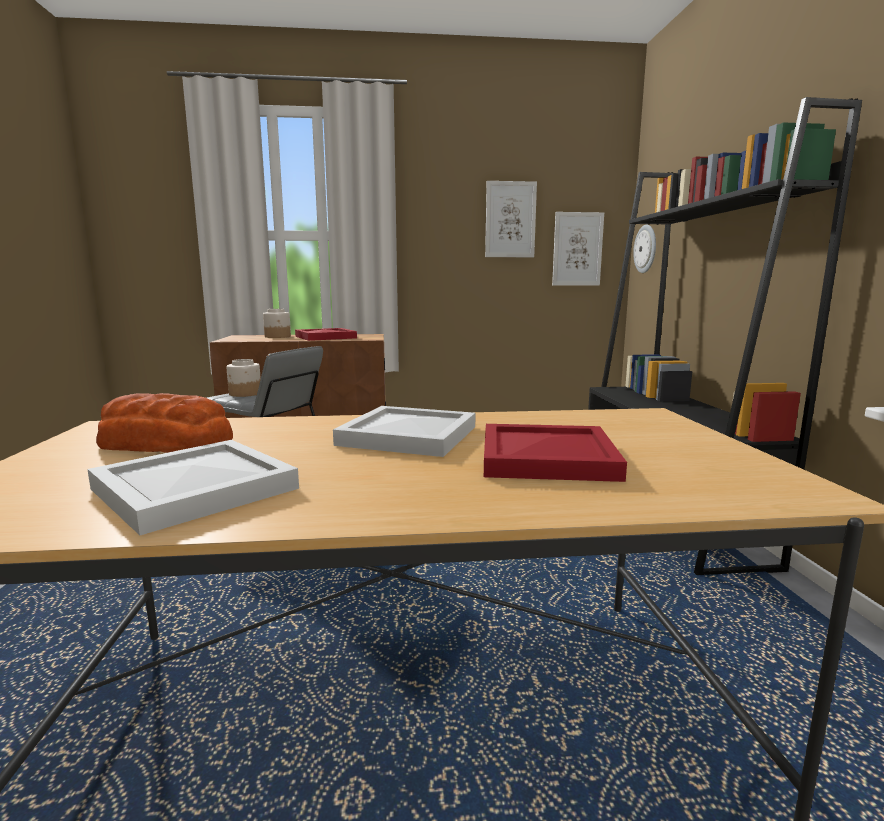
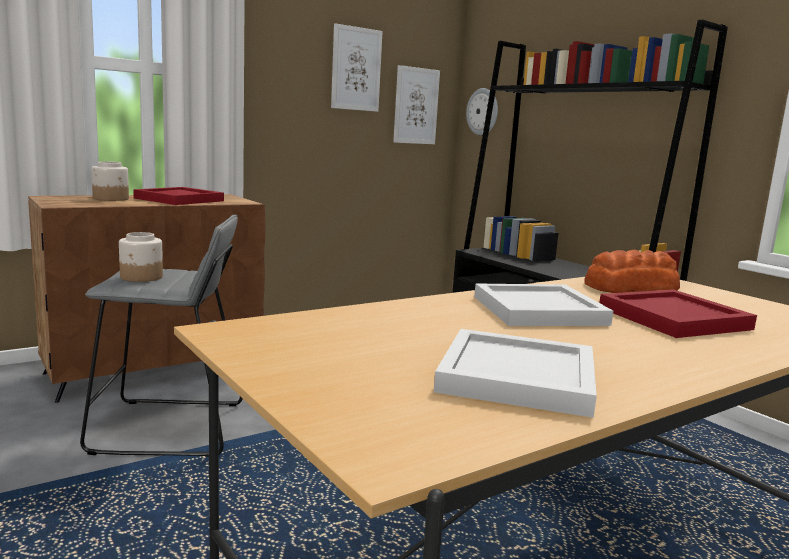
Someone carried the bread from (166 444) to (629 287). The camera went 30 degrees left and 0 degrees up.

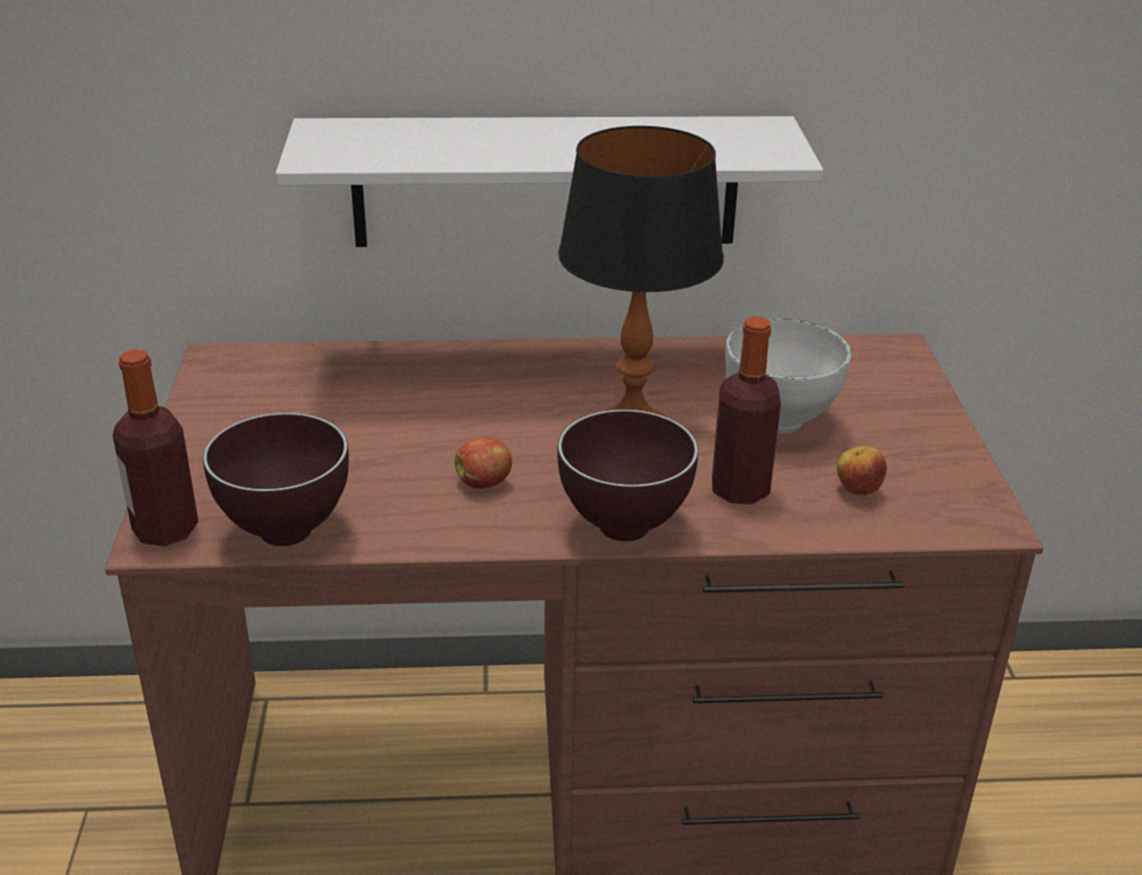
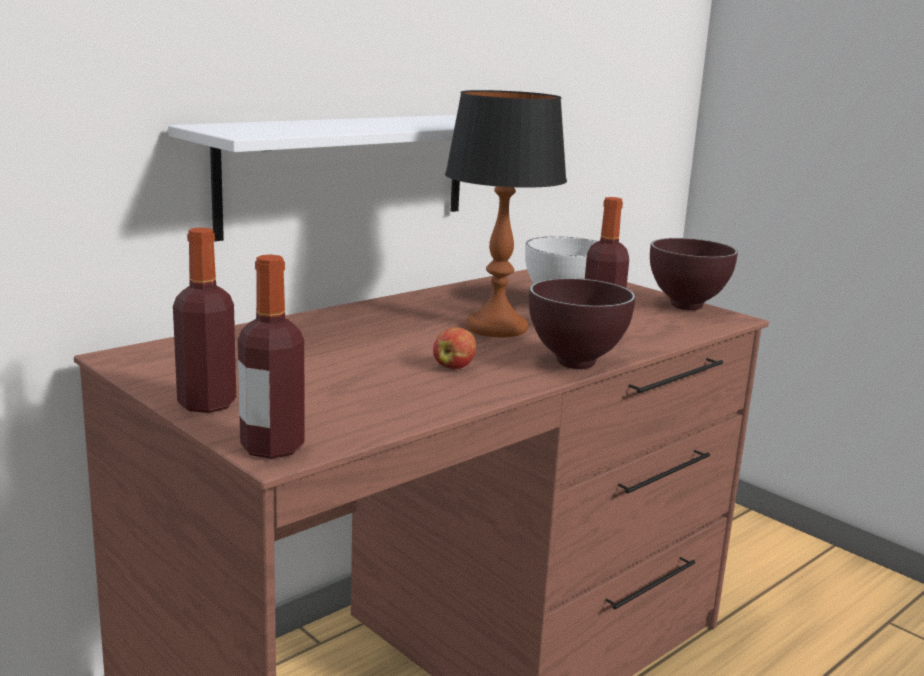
Someone carried the brown bowl from (284 535) to (687 307). Someone took away the apple at (857 491). Someone put down the bottle at (207 404). The camera went 40 degrees left and 15 degrees down.

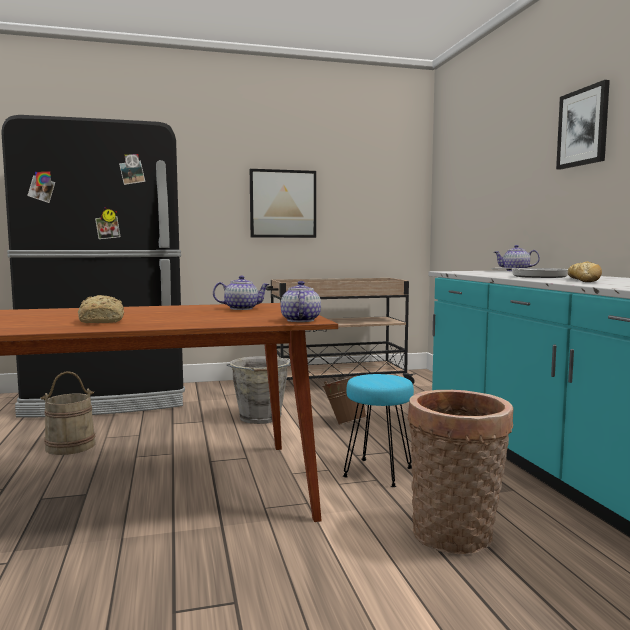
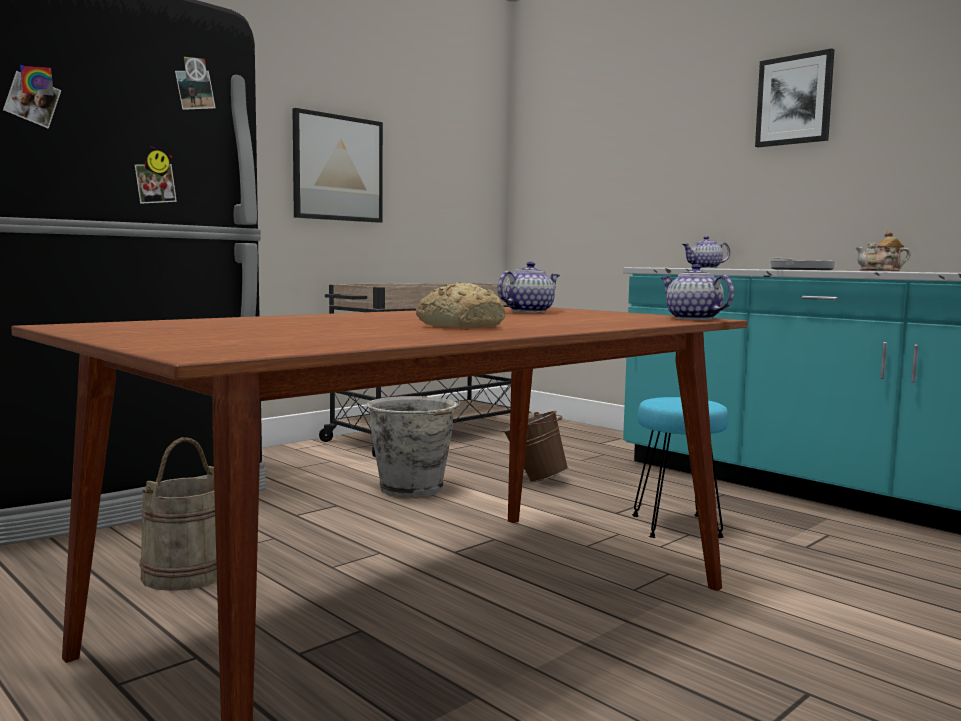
Someone swapped the bread at (583 280) for the teapot at (881 271). Someone took away the basket at (456 537). The camera went 30 degrees left and 0 degrees up.

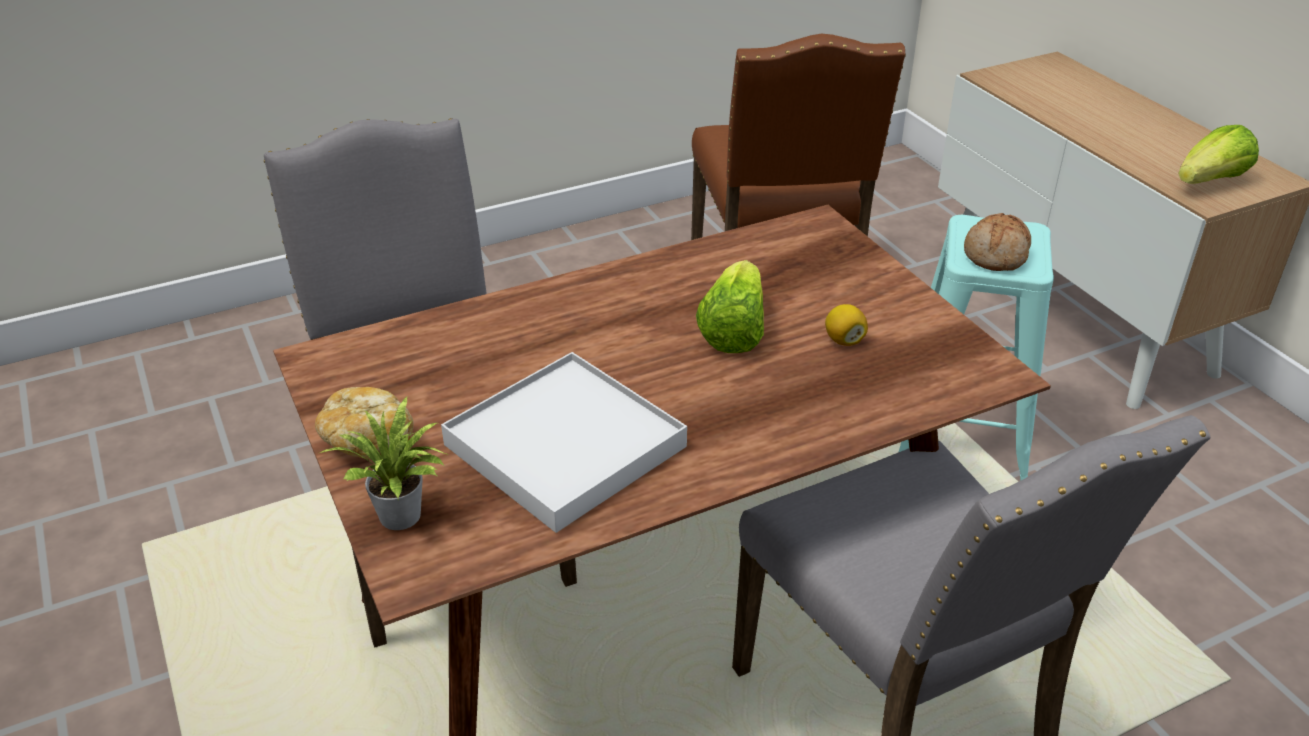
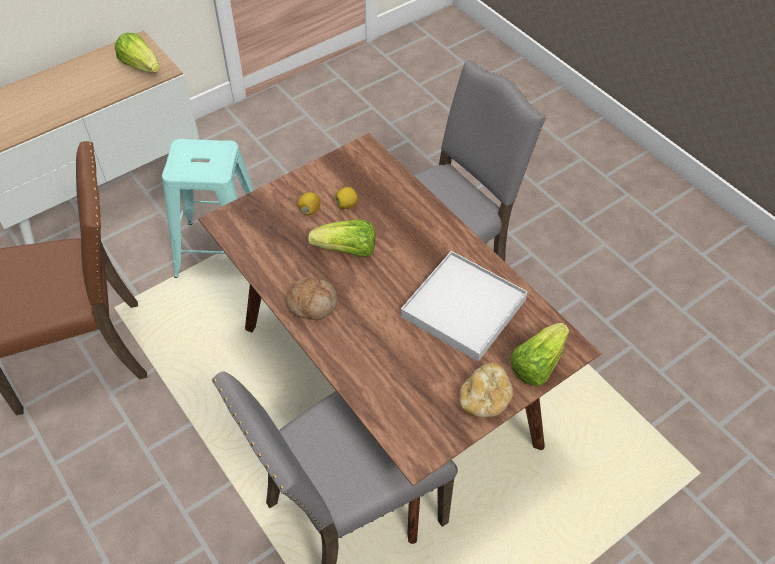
Someone carried the bread from (997 255) to (312 303). Someone swapped the potted plant at (403 519) for the lettuce at (537 364). Someone put down the lemon at (309 210). The camera went 100 degrees left and 15 degrees up.

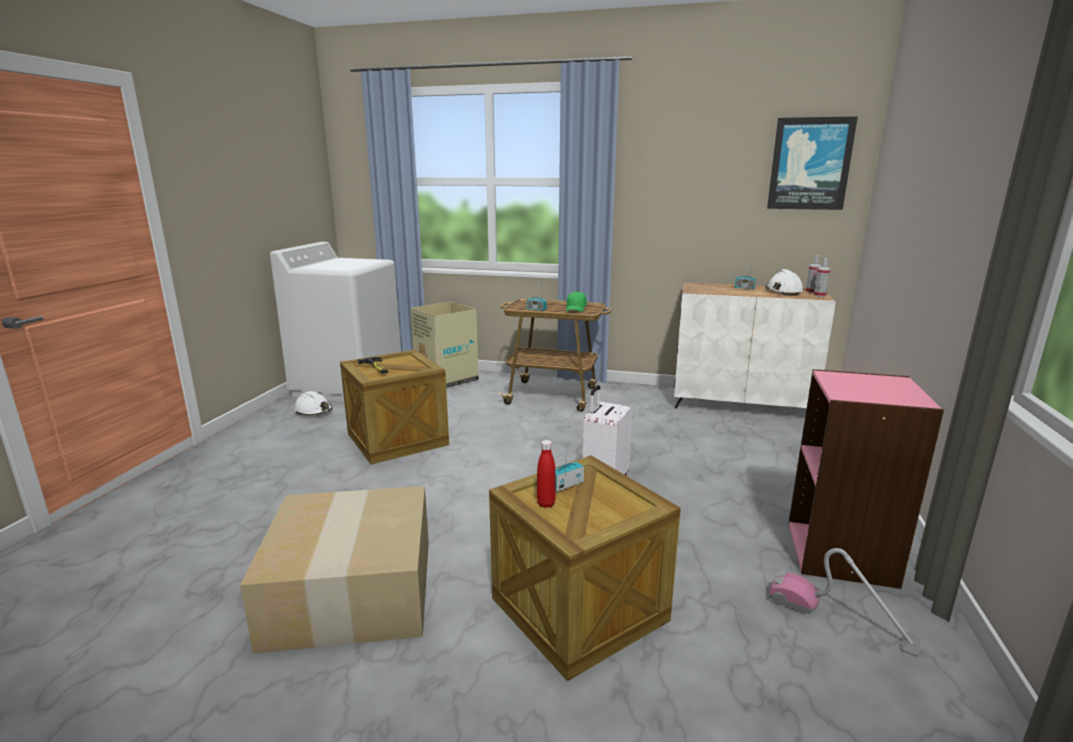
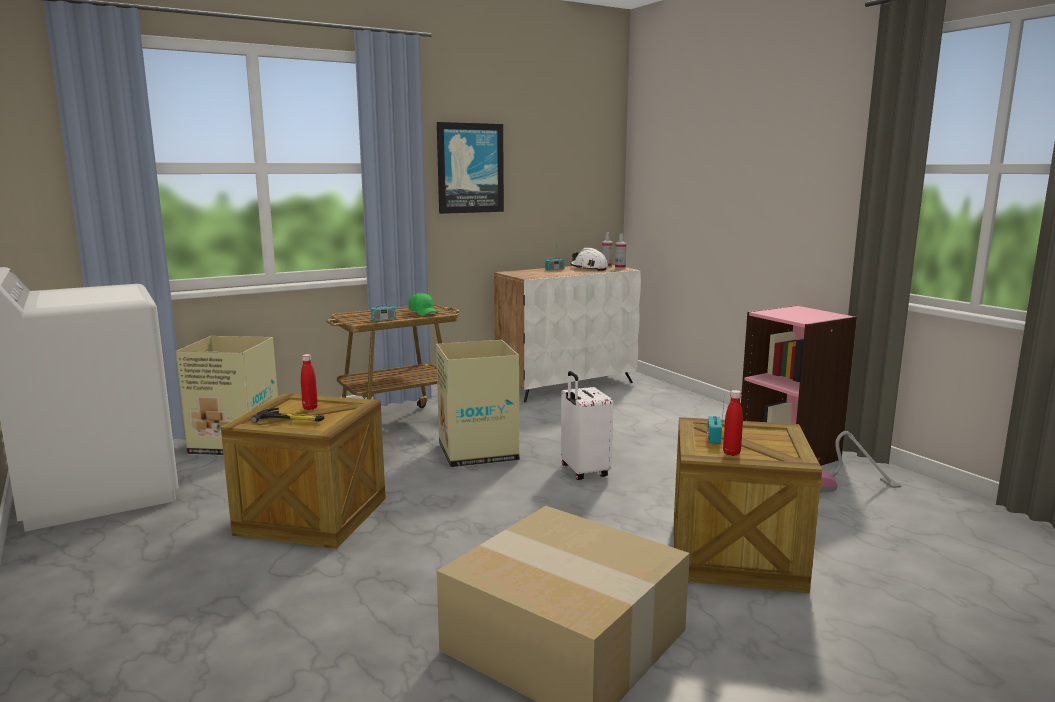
Someone carried the picture from (810 164) to (470 168). Someone took away the white hard hat at (314 411). Someone put down the cardboard box at (478 452). Someone put down the red bottle at (310 408). The camera went 45 degrees left and 5 degrees down.

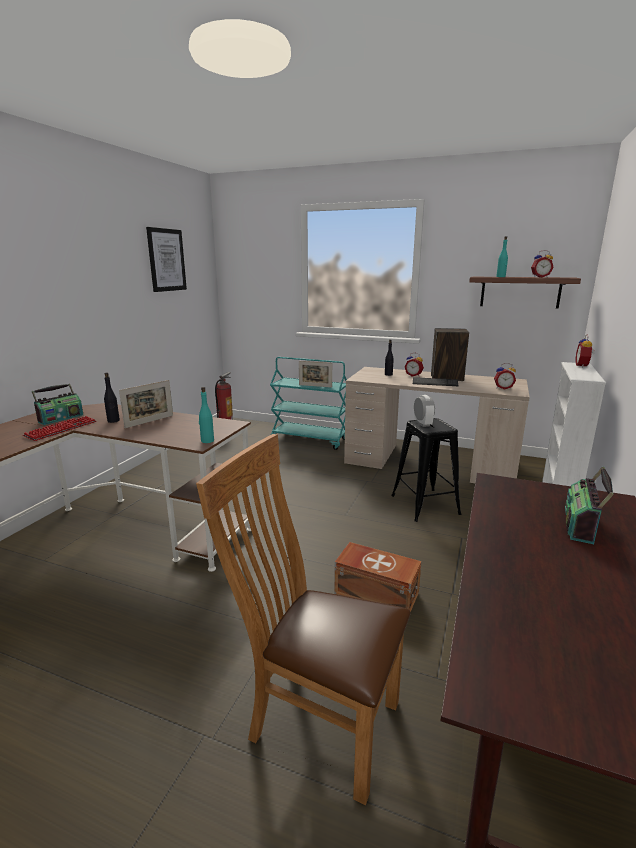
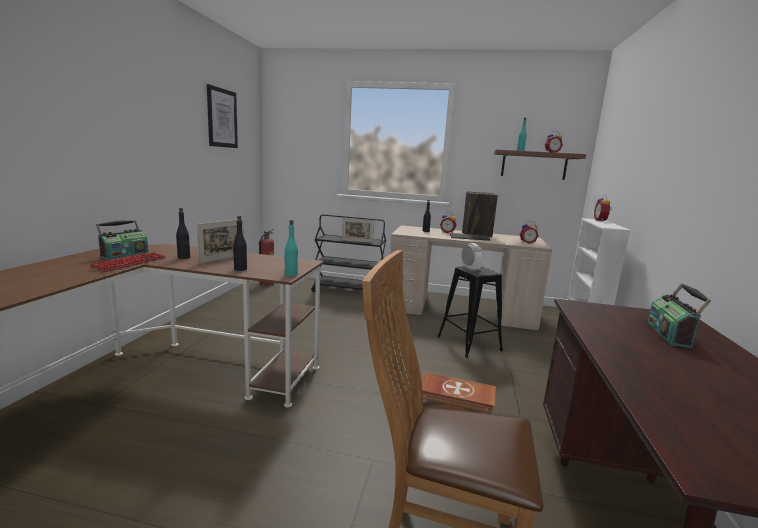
Someone repainted the turquoise cart at (310 439), which became the black cart at (348 291). Someone put down the black bottle at (240 269). The camera went 10 degrees left and 5 degrees down.

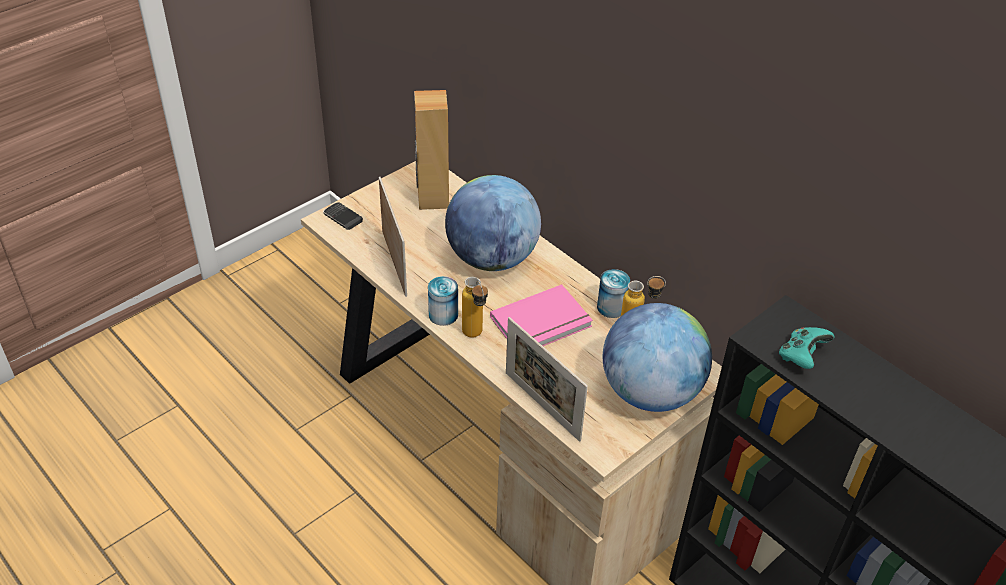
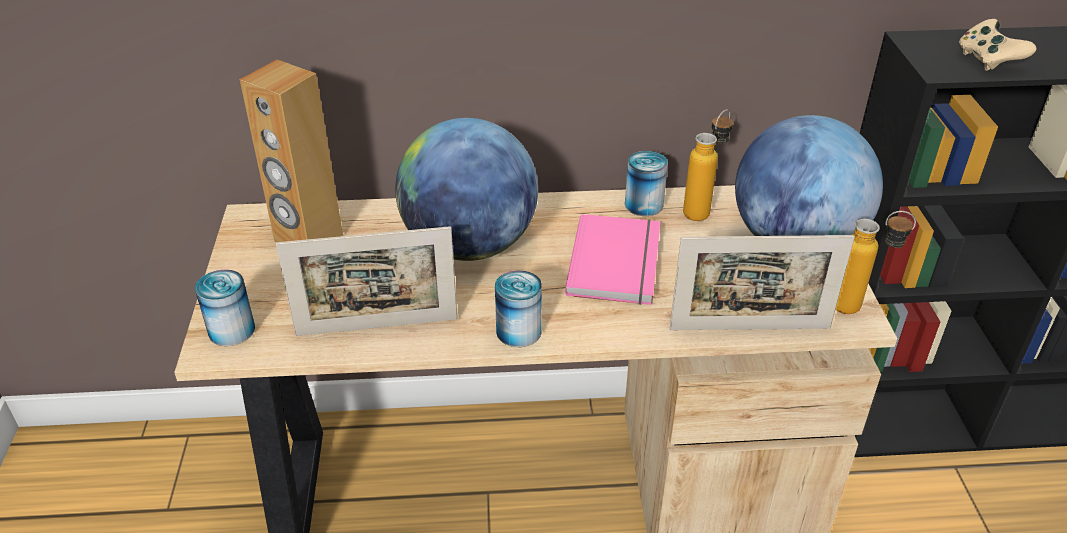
Someone rotated the picture frame at (394 263) by 150 degrees clockwise. Someone swapped the phone at (343 218) for the can at (231 330). Someone carried the bottle from (475 337) to (858 308). Someone repainted the turquoise game controller at (801 356), which became the beige game controller at (988 60). The camera went 50 degrees left and 5 degrees down.

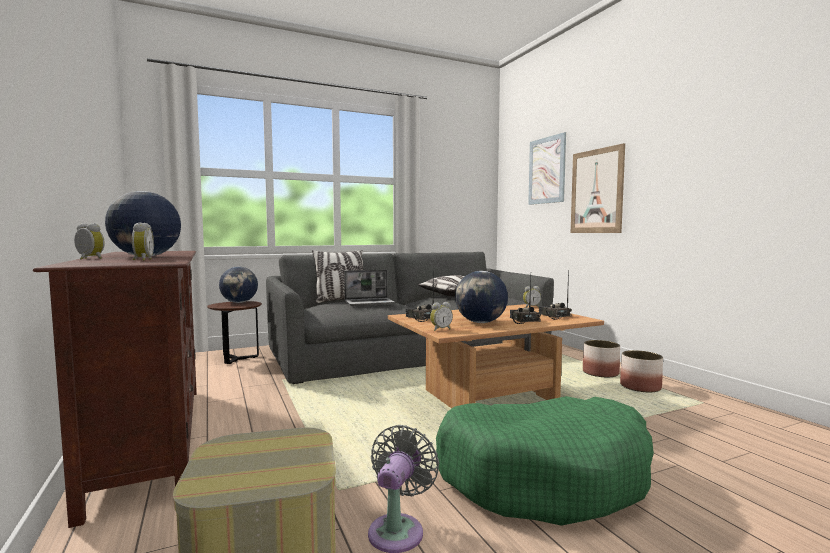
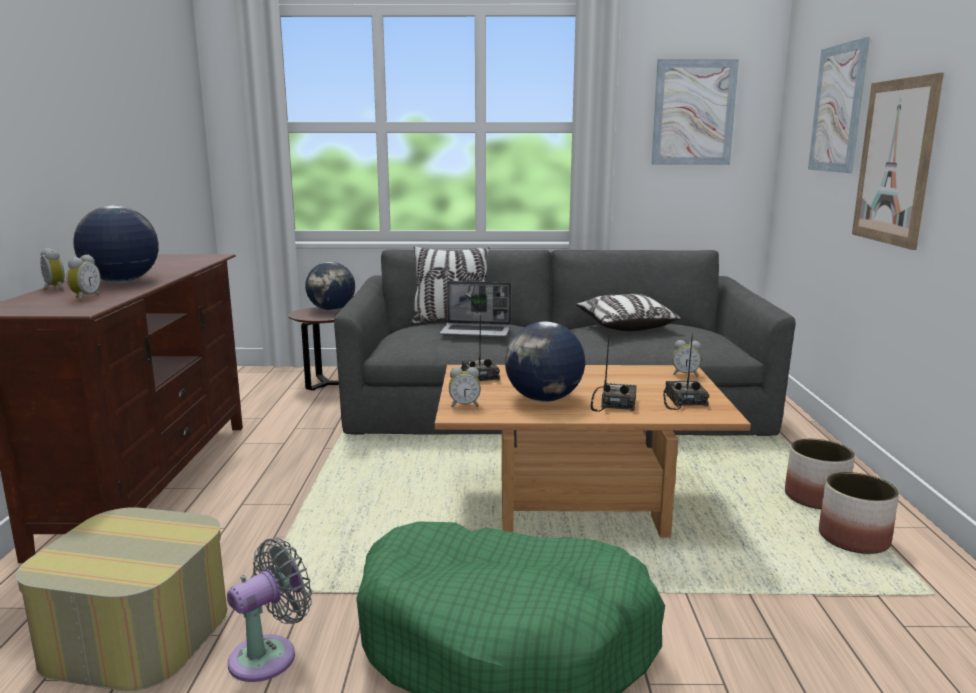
Someone put up the picture at (693 113). The camera went 25 degrees right and 10 degrees up.

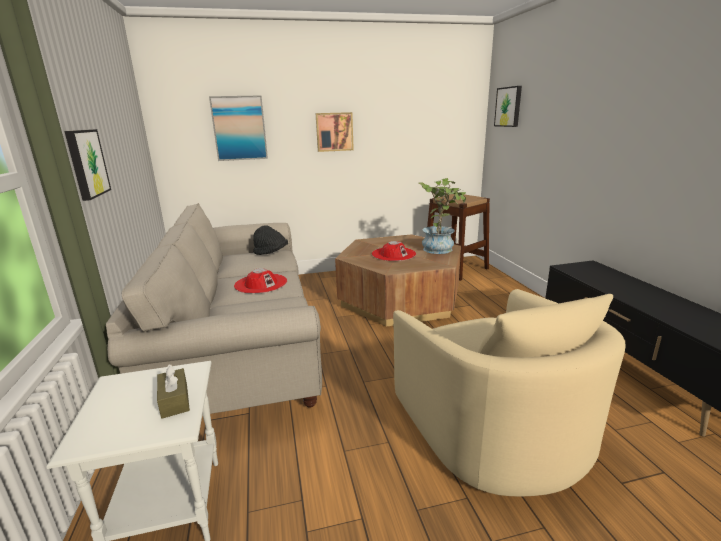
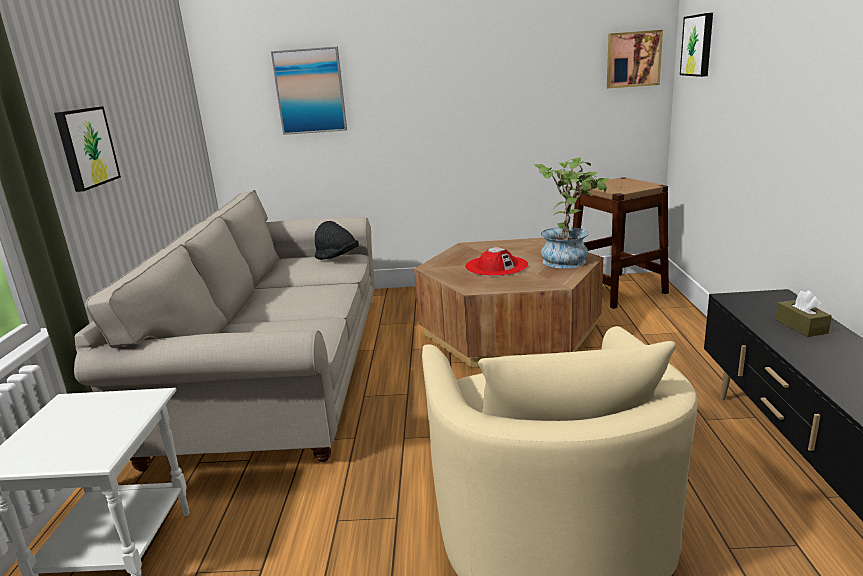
Someone carried the picture from (334 132) to (633 59). Someone took away the red hat at (261 283). Someone carried the brown tissue box from (174 400) to (801 326). The camera went 15 degrees right and 0 degrees up.

